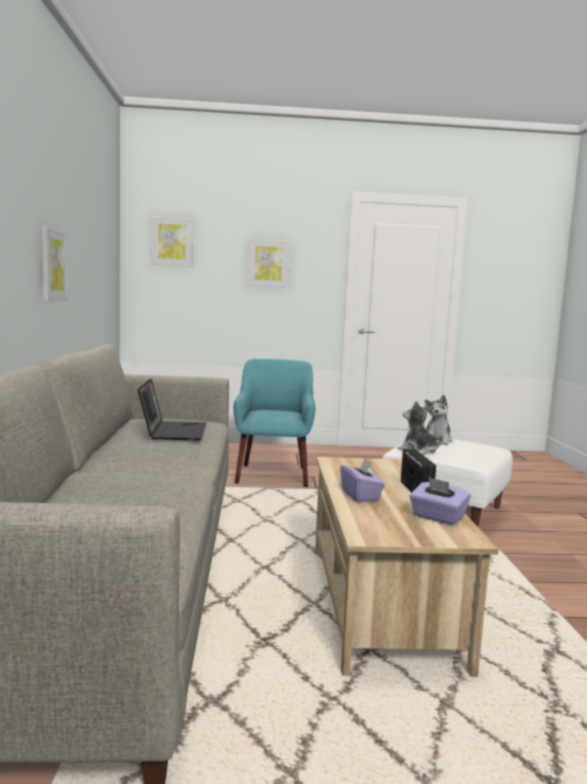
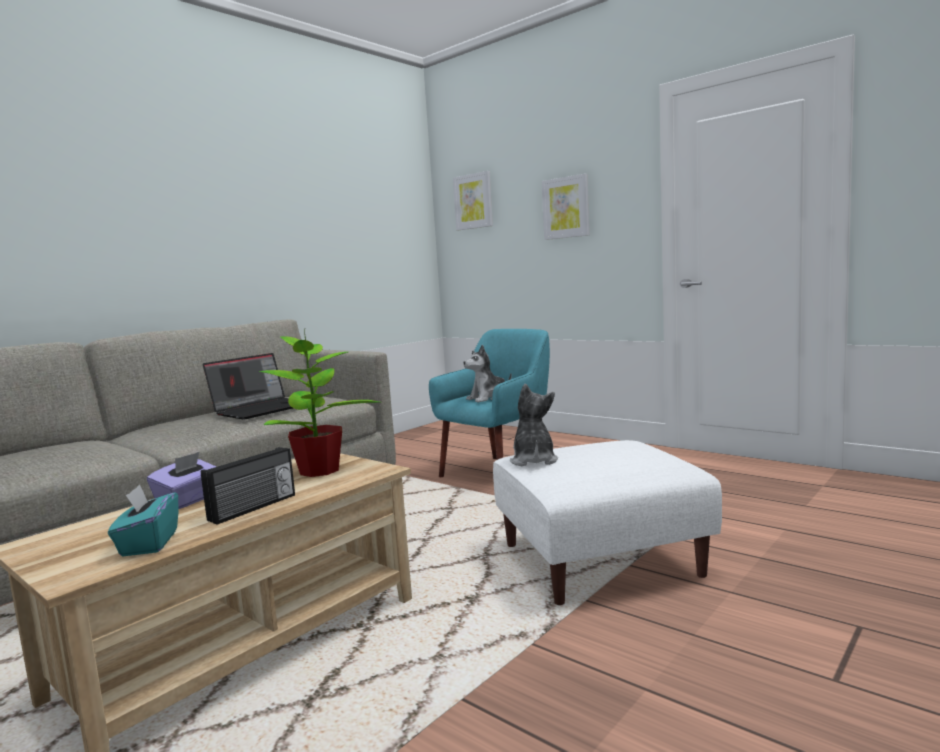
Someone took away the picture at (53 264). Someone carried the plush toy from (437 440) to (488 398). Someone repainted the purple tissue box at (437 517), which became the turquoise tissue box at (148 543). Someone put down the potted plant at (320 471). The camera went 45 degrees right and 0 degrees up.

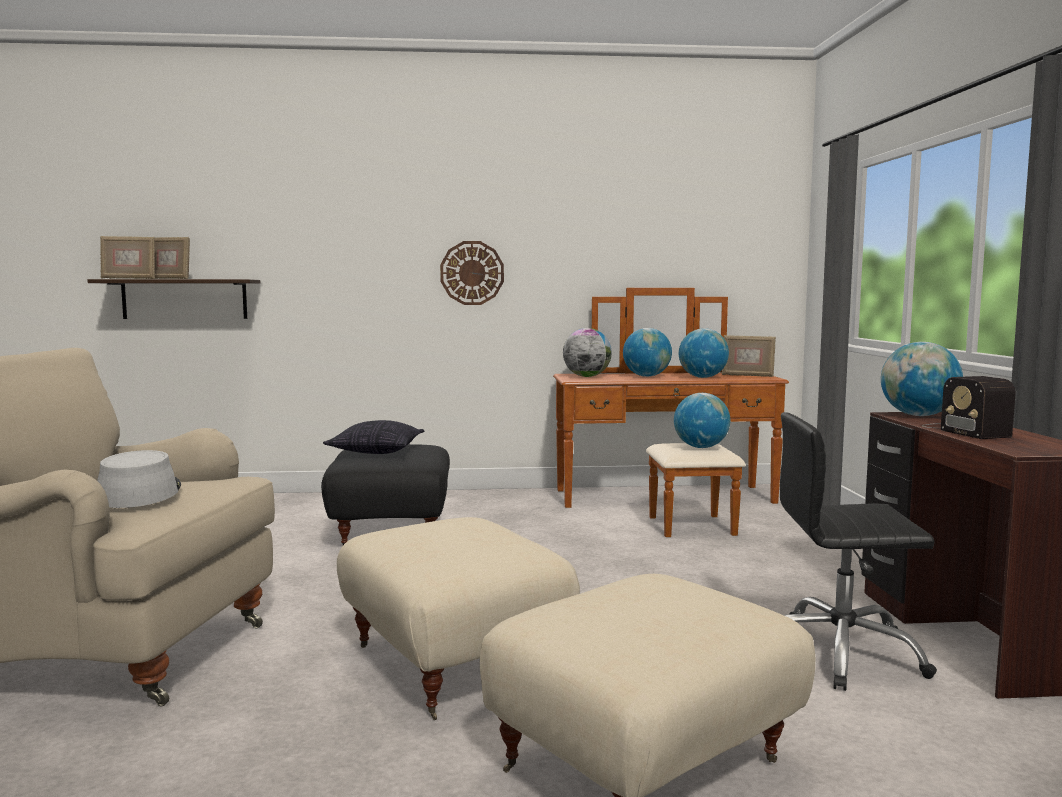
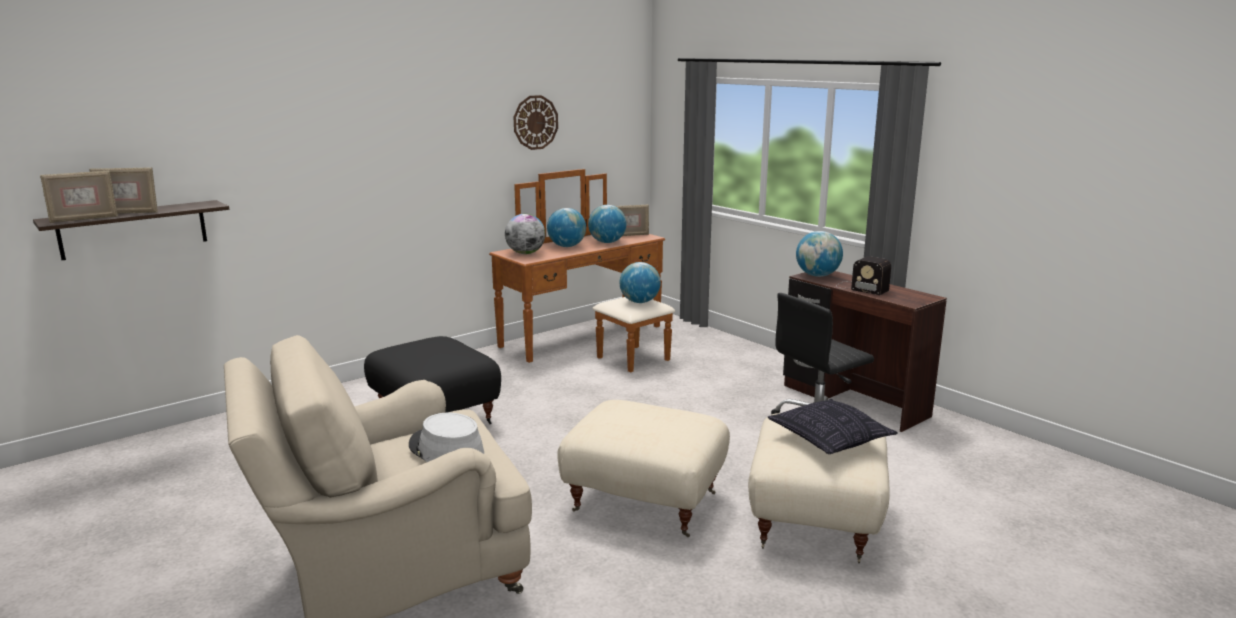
Someone carried the wall clock from (472 273) to (535 122). Someone carried the pillow from (376 451) to (829 440). The camera went 35 degrees left and 10 degrees up.

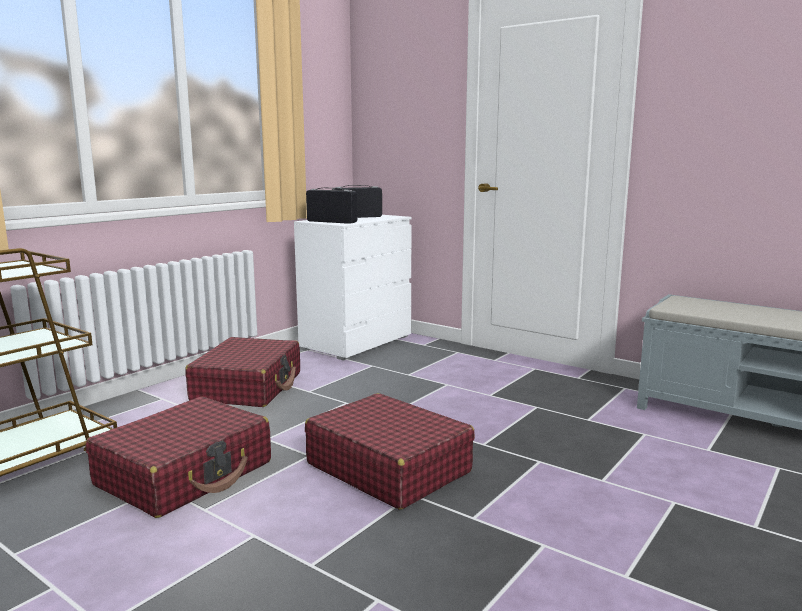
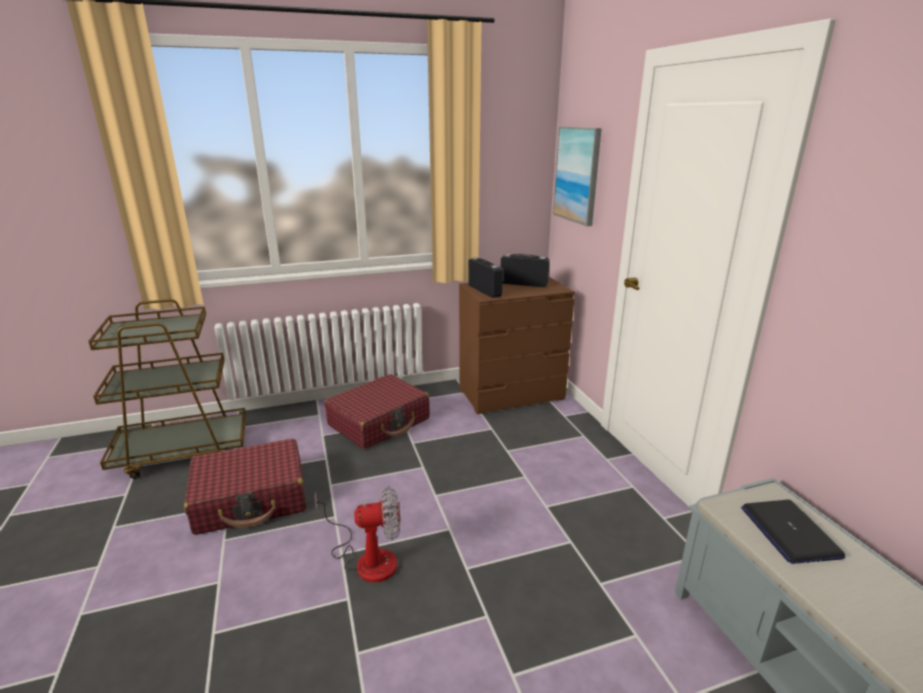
Someone repainted the white dresser at (357 342), which became the brown dresser at (511 394). Someone swapped the red suitcase at (388 467) for the fan at (367 558). Someone put up the picture at (577 175). Someone put down the laptop at (789 532). The camera went 35 degrees right and 10 degrees up.

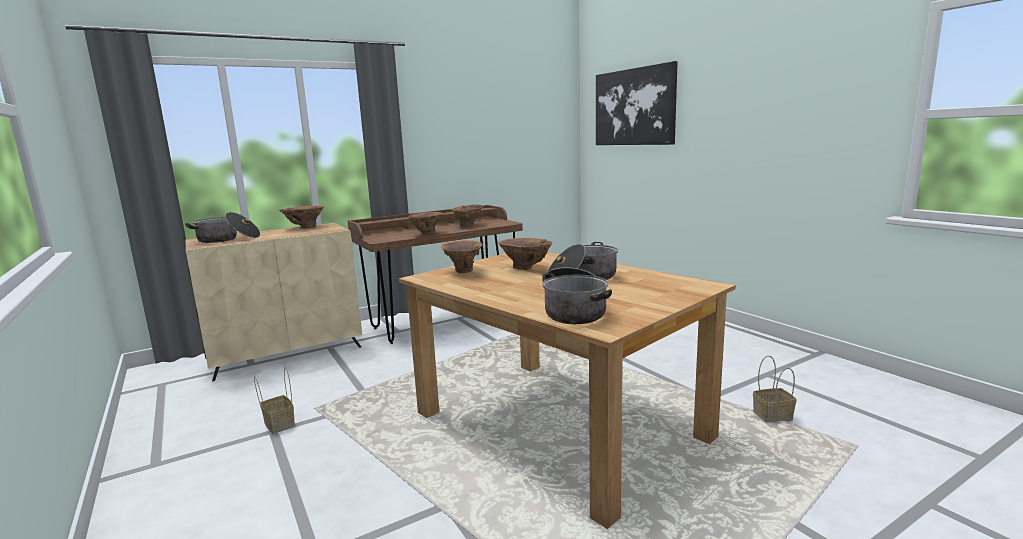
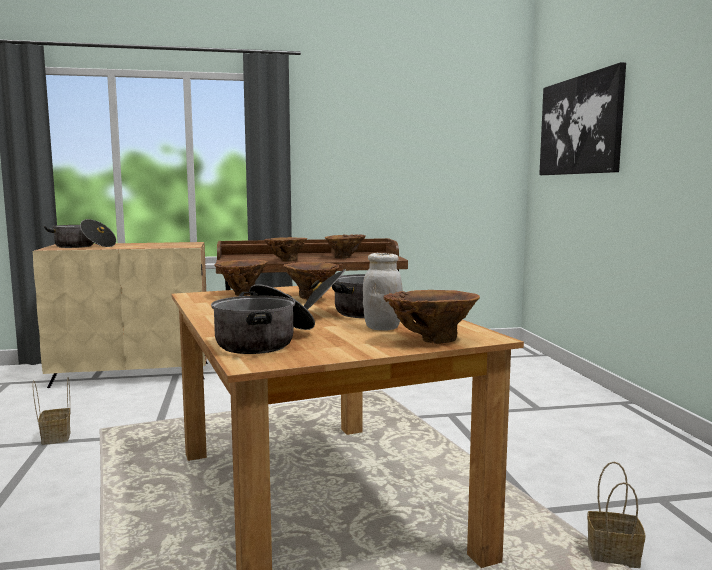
Someone carried the brown vase from (304 227) to (430 340). Someone put down the white jar at (382 328). The camera went 20 degrees right and 5 degrees down.

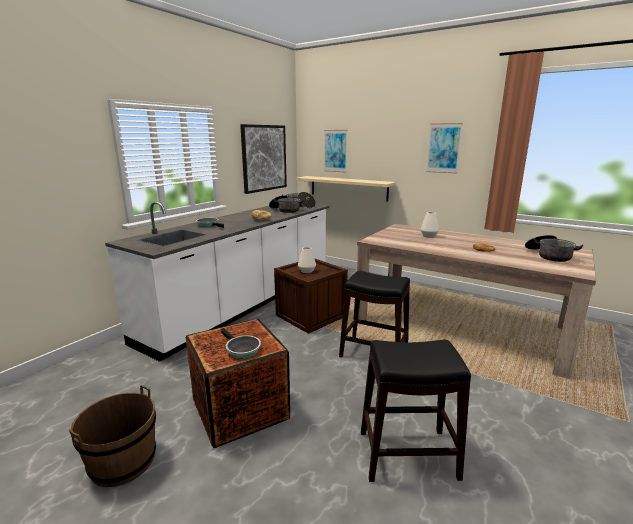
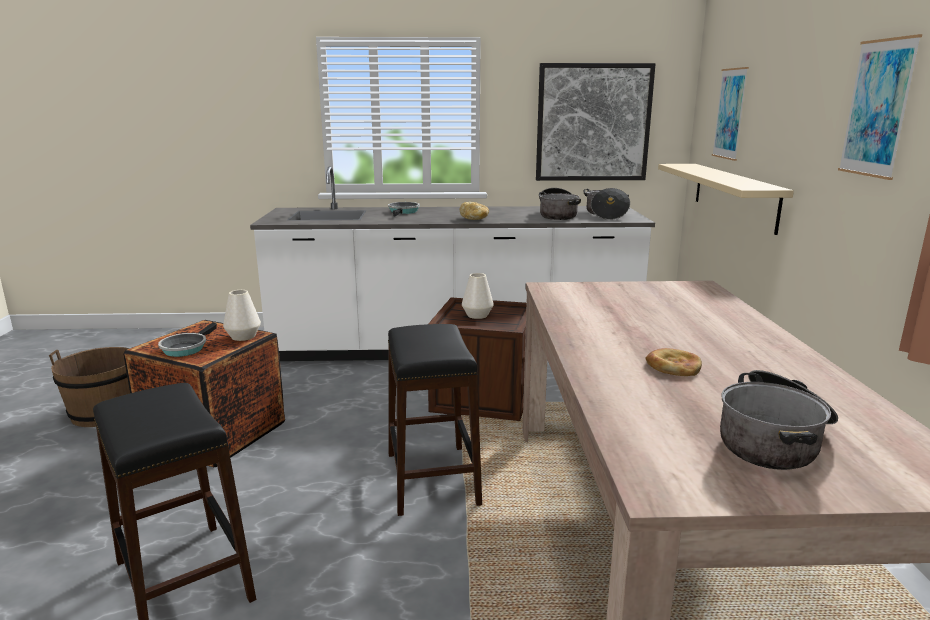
Someone carried the white vase from (429 236) to (243 336). The camera went 55 degrees right and 0 degrees up.

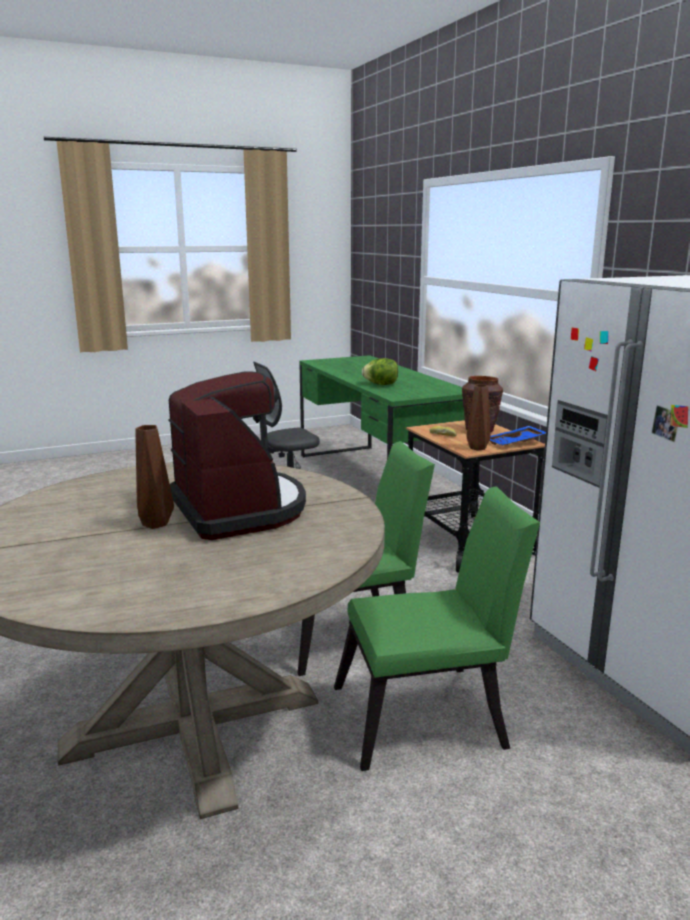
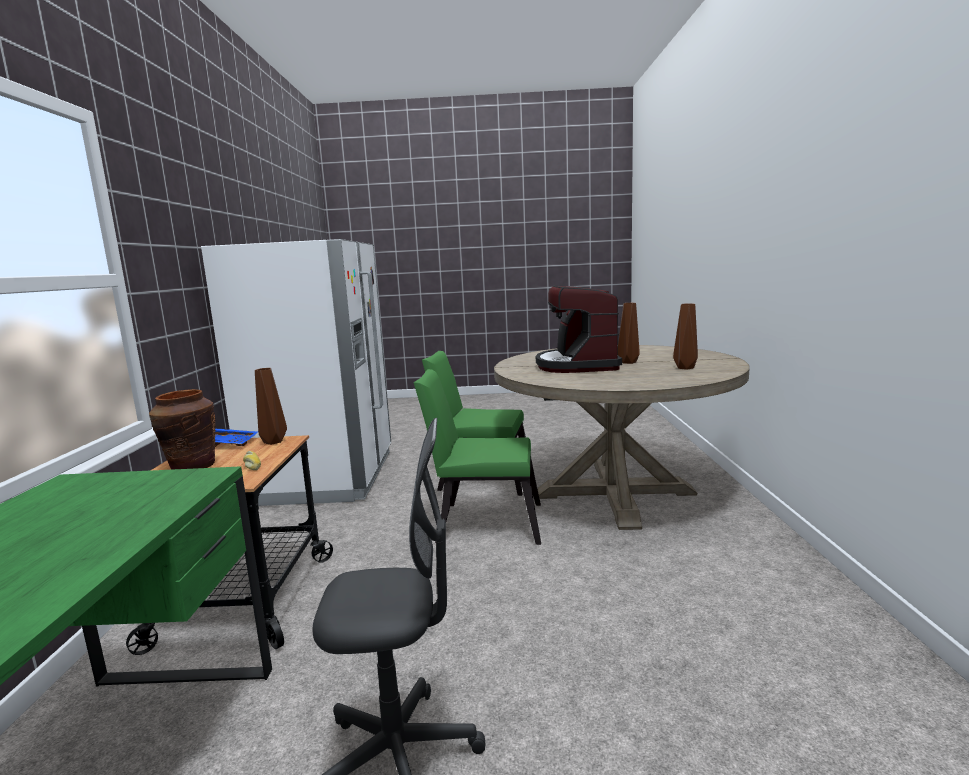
Someone took away the lettuce at (381 384). Someone put down the brown vase at (684 368). The camera went 155 degrees left and 5 degrees down.

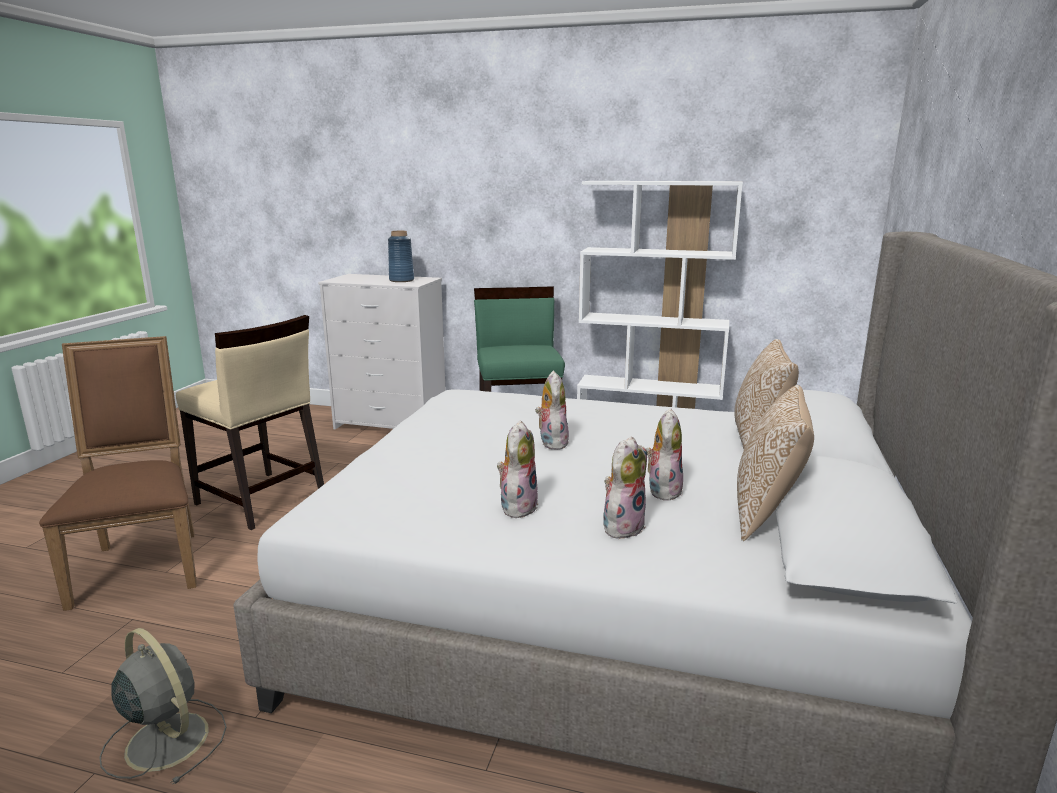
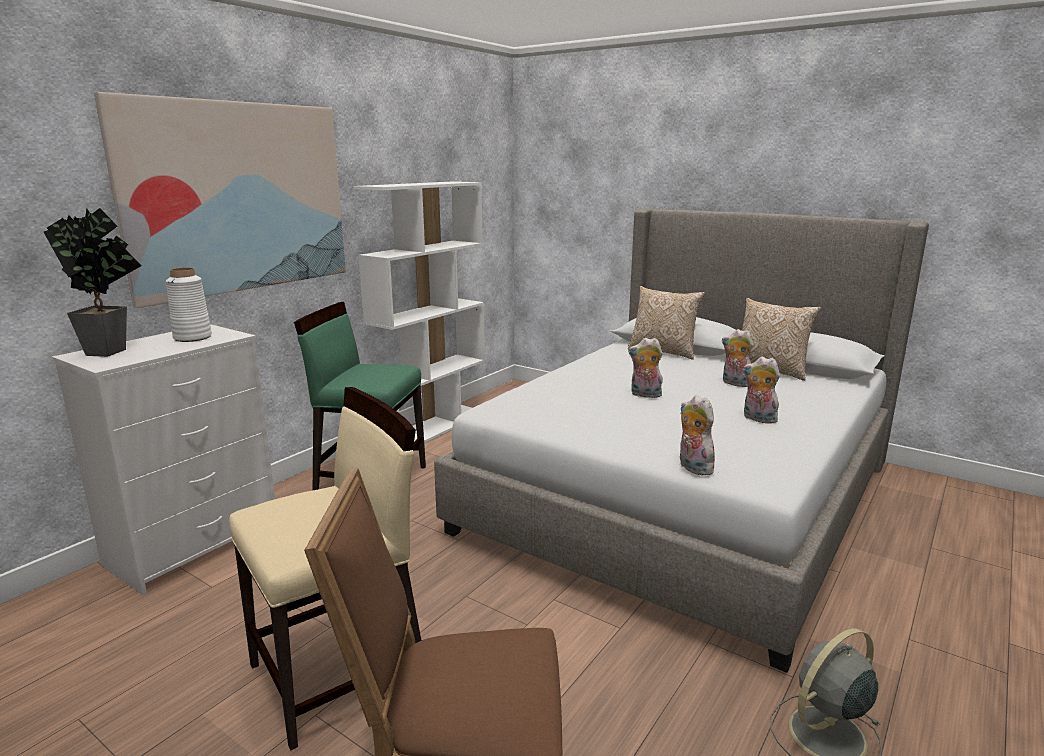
Someone repainted the blue vase at (401 280), which became the white vase at (193 337). Someone carried the plush toy from (622 526) to (692 467). Someone put up the picture at (239 198). Someone put down the potted plant at (112 351). The camera went 70 degrees left and 0 degrees up.

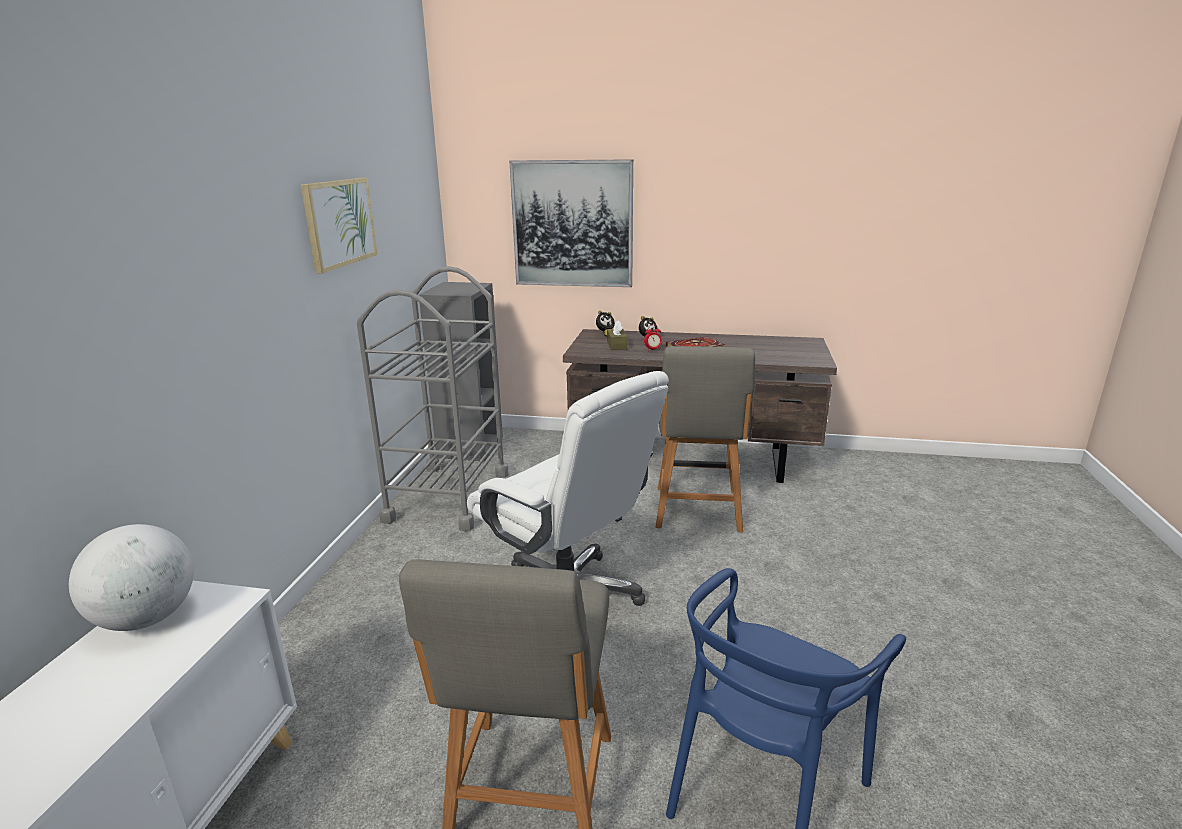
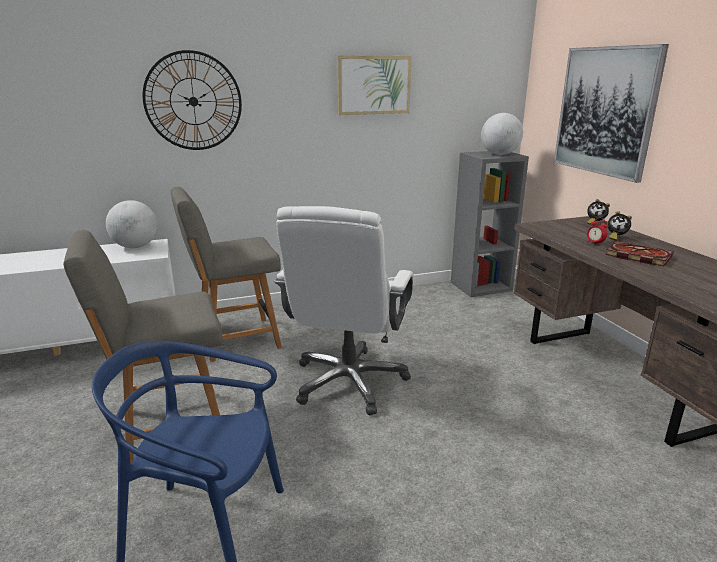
Someone took away the grey cart at (448 496). Someone took away the brown tissue box at (616 345). Someone carried the grey chair from (697 511) to (236 339). Someone put up the wall clock at (193 101). Someone put down the globe at (499 154). The camera went 60 degrees right and 0 degrees up.

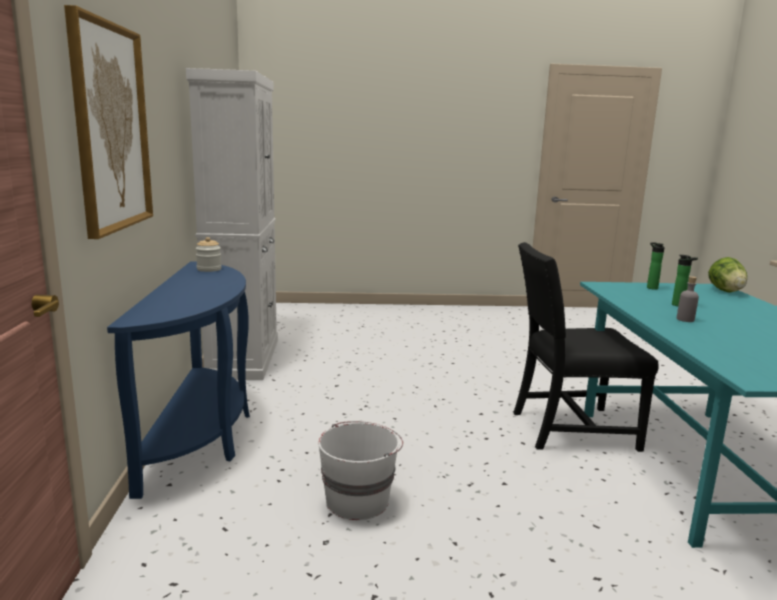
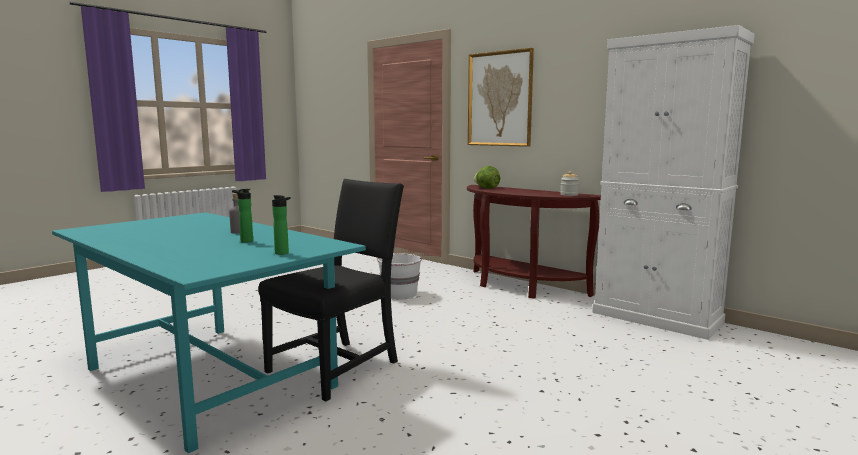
Someone carried the lettuce from (725 291) to (486 188). Someone repainted the blue console table at (201 435), which became the brown console table at (519 286). The camera went 135 degrees right and 5 degrees down.

